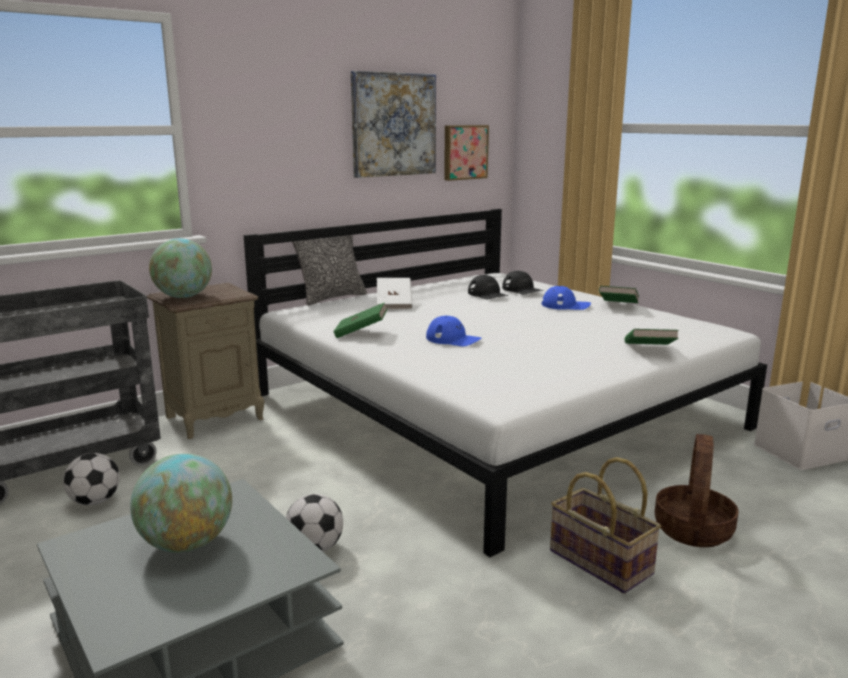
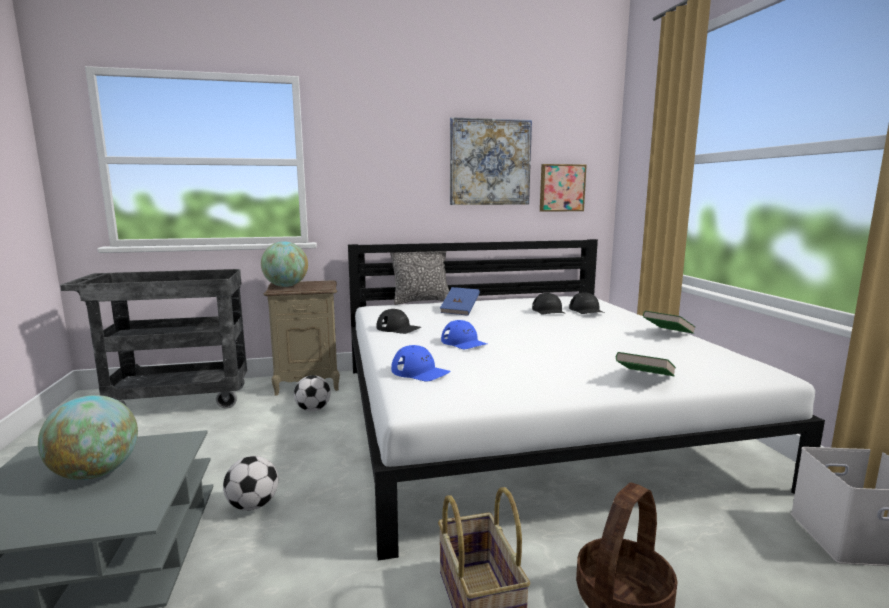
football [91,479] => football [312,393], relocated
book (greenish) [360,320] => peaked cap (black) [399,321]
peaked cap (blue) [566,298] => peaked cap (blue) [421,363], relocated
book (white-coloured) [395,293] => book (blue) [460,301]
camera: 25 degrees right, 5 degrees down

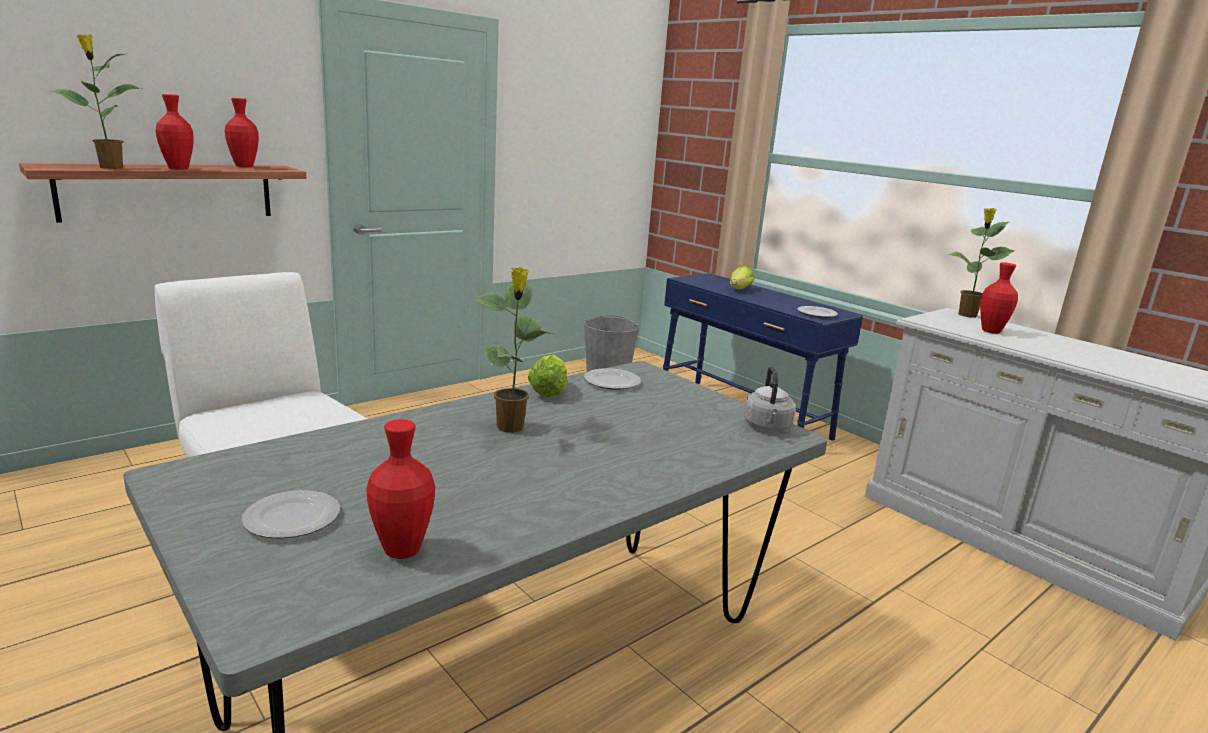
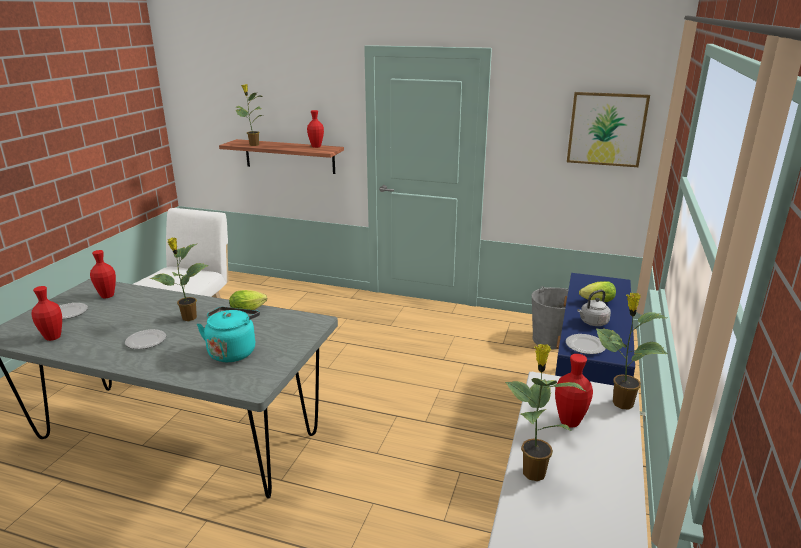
decorative vase (red) [175,132] => decorative vase (red) [103,274], relocated
plate [612,379] => plate [145,339], relocated
nothing => tea kettle (blue-green) [228,334]
nothing => plant in a pot [546,412]
nothing => wall picture [608,129]
tea kettle (gray) [770,399] => tea kettle (gray) [594,308], relocated
camera: 60 degrees right, 5 degrees up

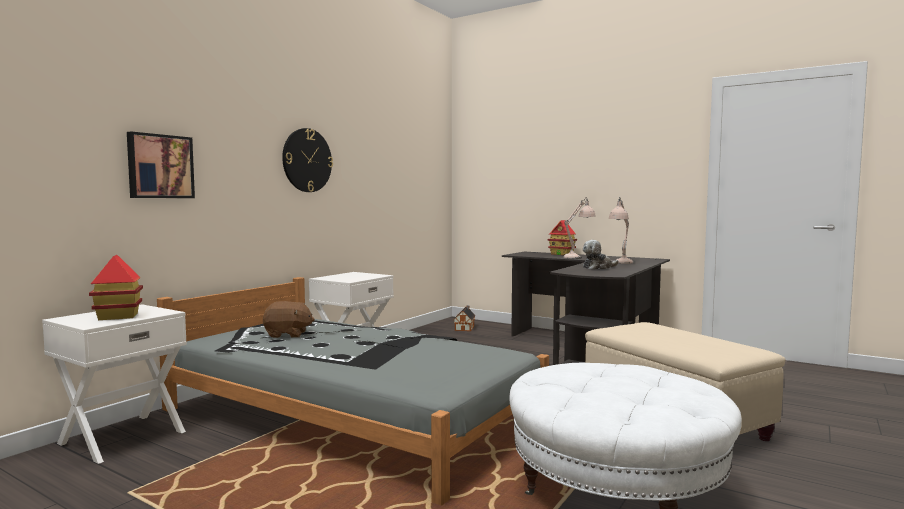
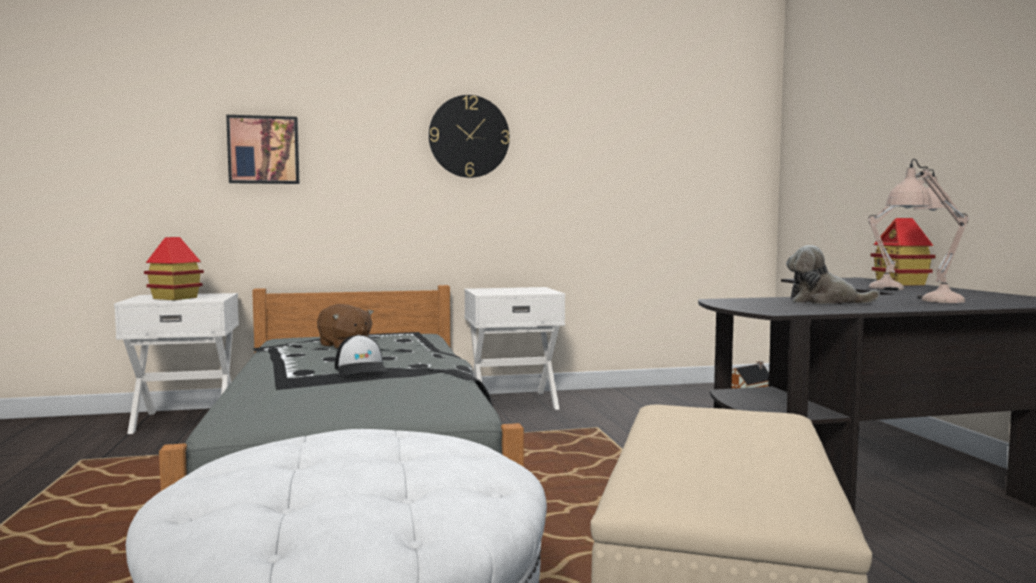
nothing => peaked cap [361,355]
camera: 45 degrees right, 0 degrees up

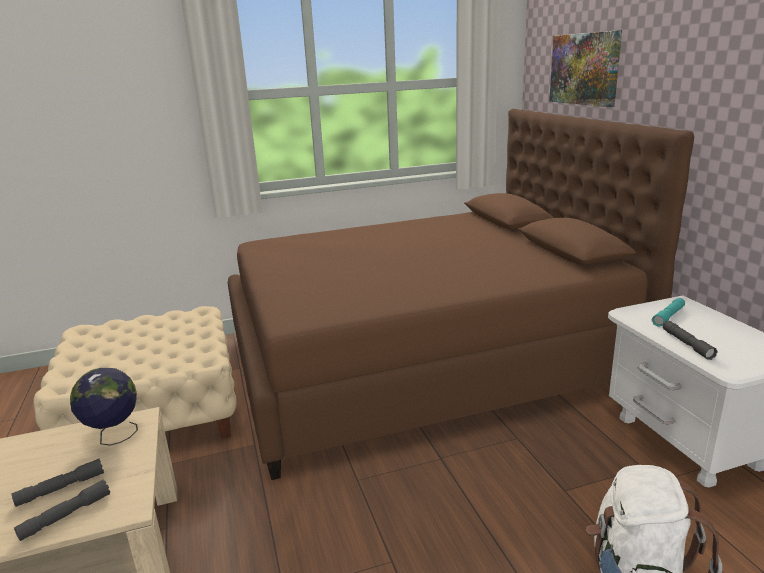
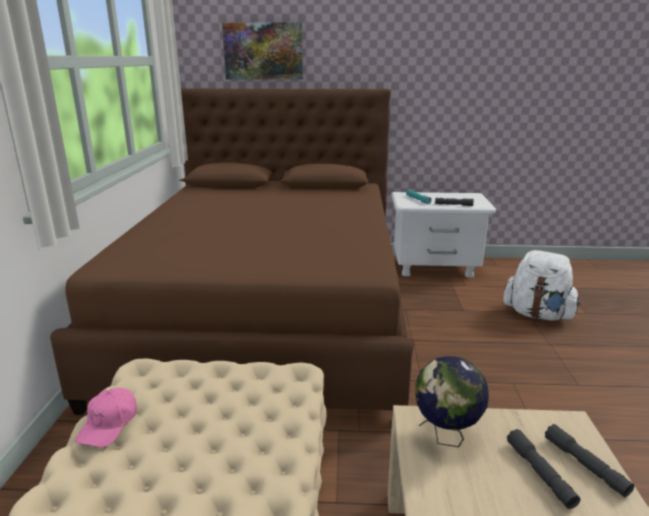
nothing => peaked cap (pinkish) [105,417]
camera: 70 degrees left, 0 degrees up

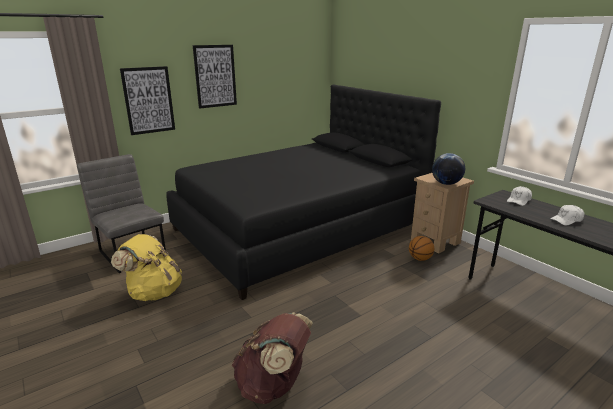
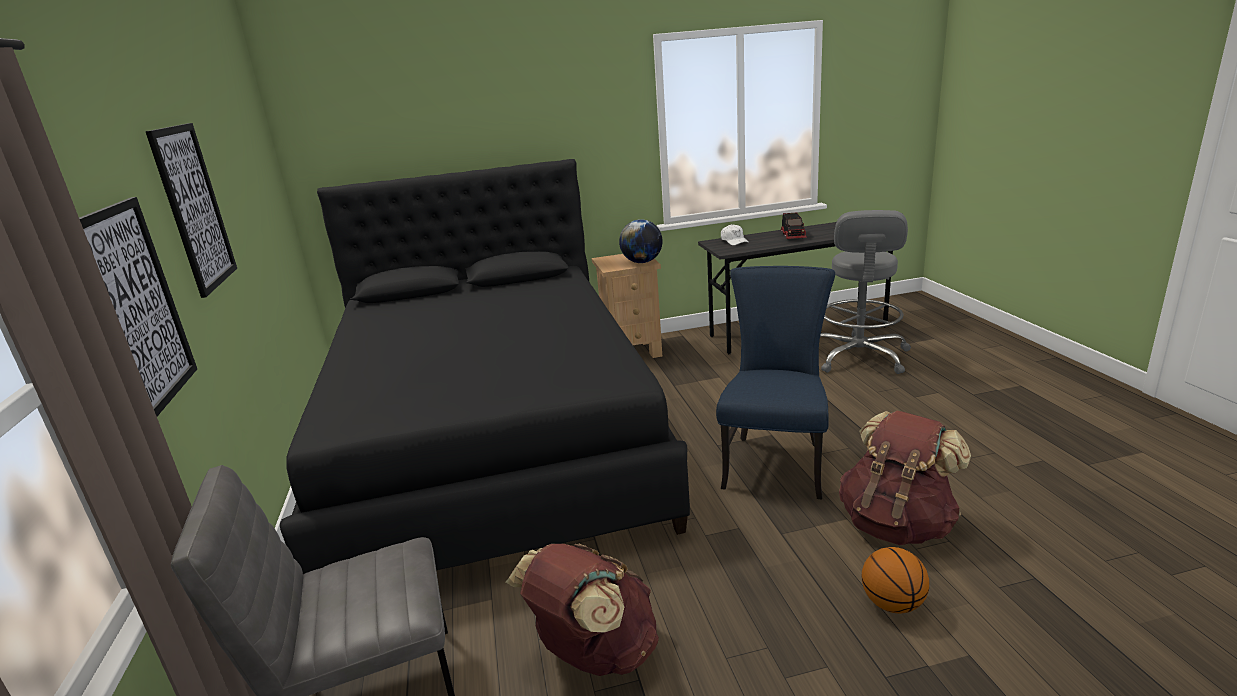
backpack (yellowish) [146,267] => backpack (brown-coloured) [582,610]
nothing => plain chair (blue) [775,382]
peaked cap (white-coloured) [567,215] => toy truck [793,225]
nothing => sitting stool (gray) [865,292]
basketball [421,248] => basketball [895,580], relocated
camera: 65 degrees left, 0 degrees up

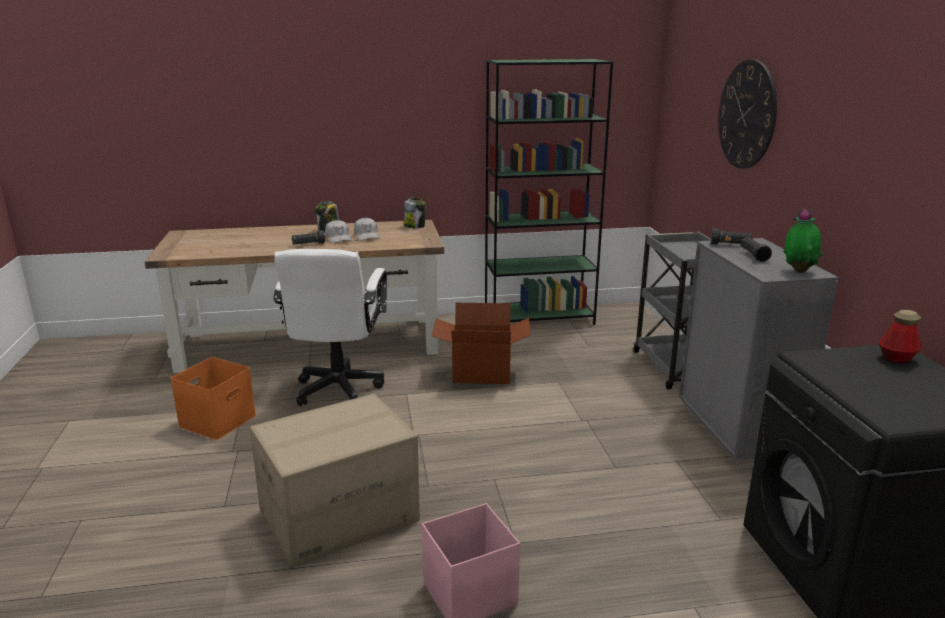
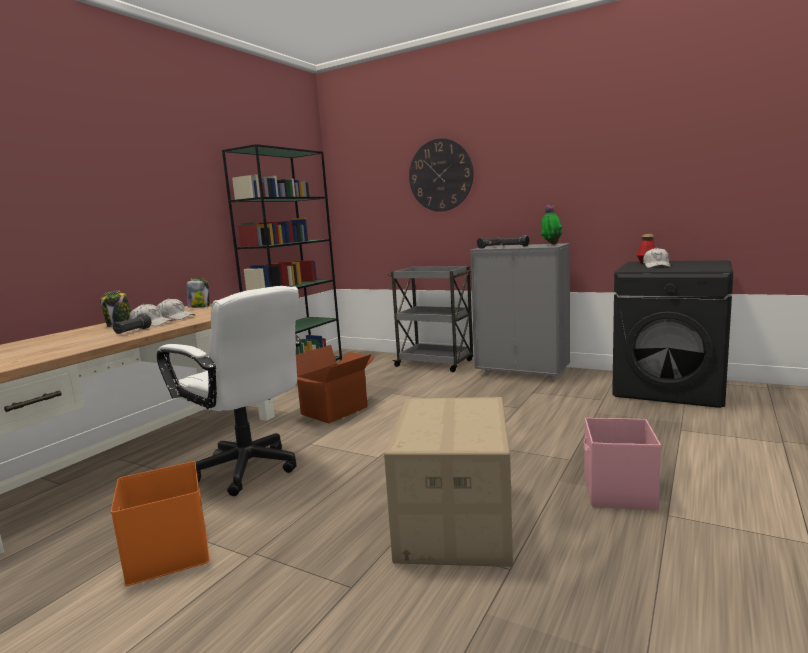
nothing => peaked cap (white-coloured) [657,258]
camera: 50 degrees left, 10 degrees down

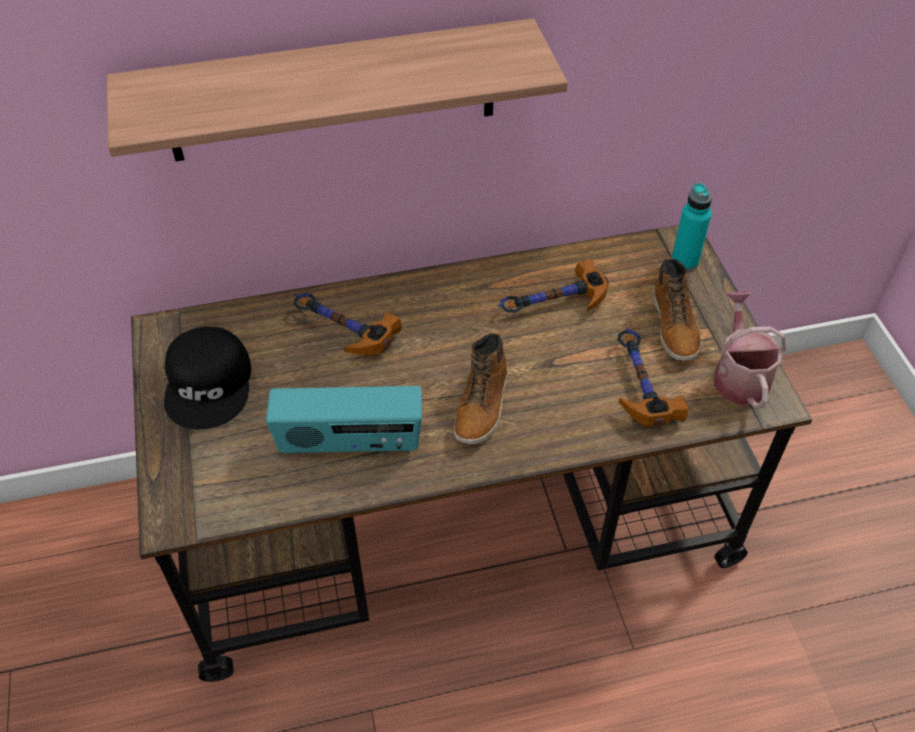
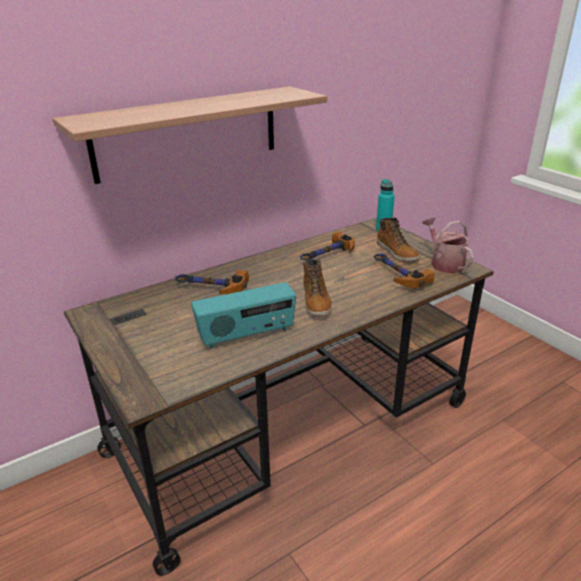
peaked cap (black) [207,378] => nothing
camera: 20 degrees left, 20 degrees down

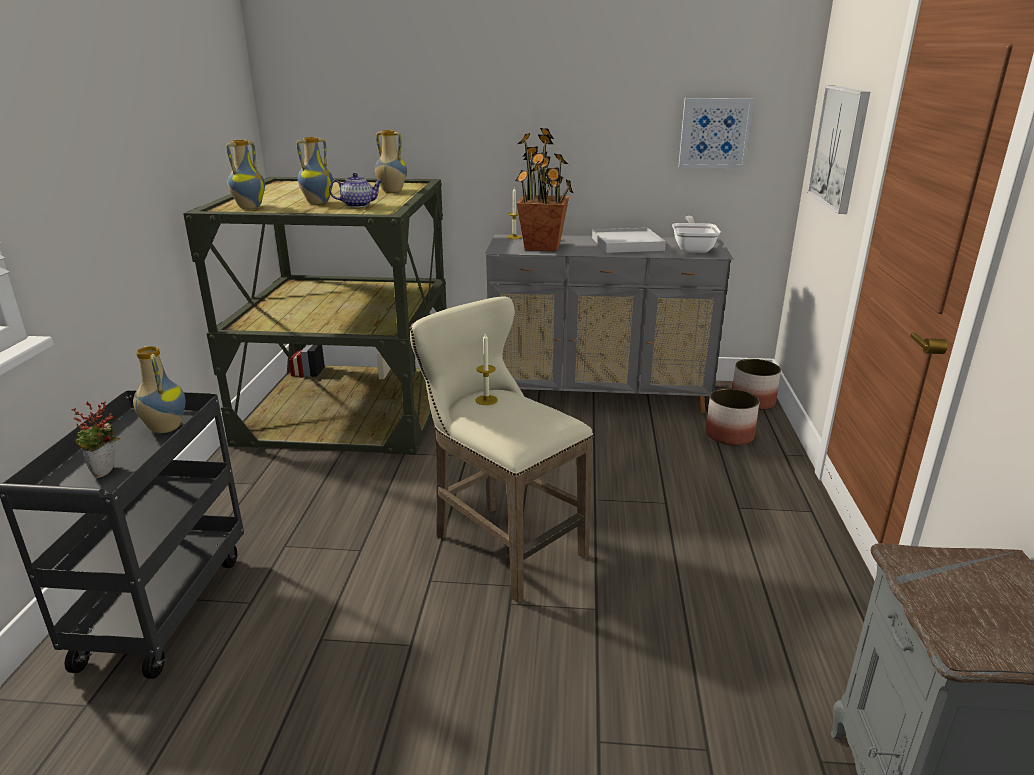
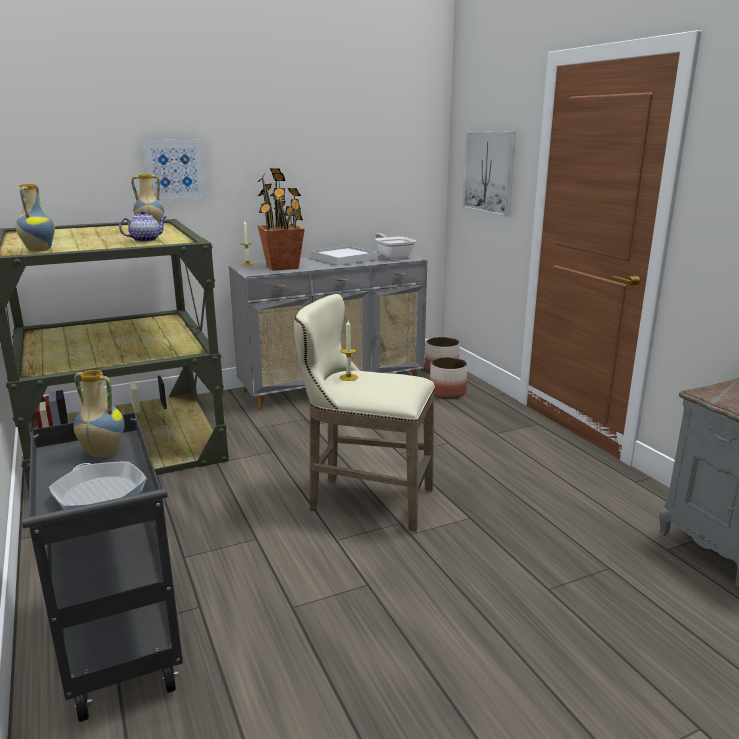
plant in a pot [95,439] => frying pan [98,485]
wall picture [716,133] => wall picture [174,170], relocated
decorative vase [314,170] => nothing
camera: 30 degrees left, 5 degrees down

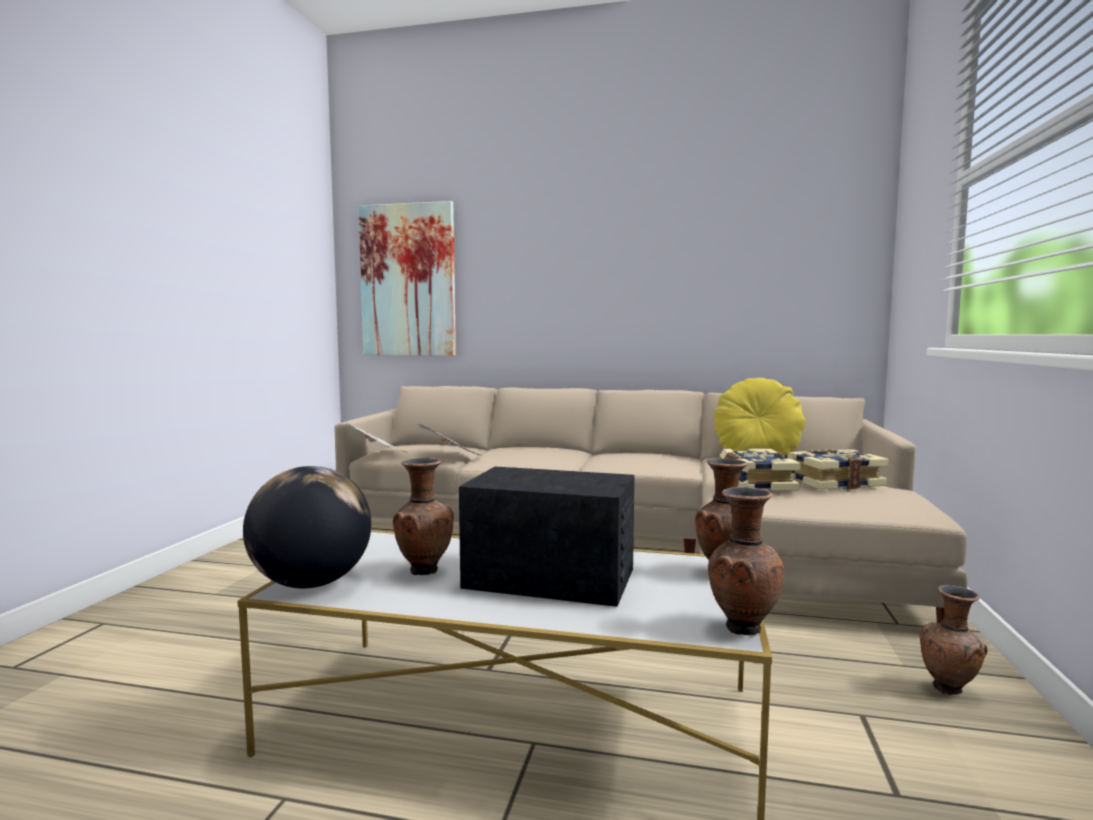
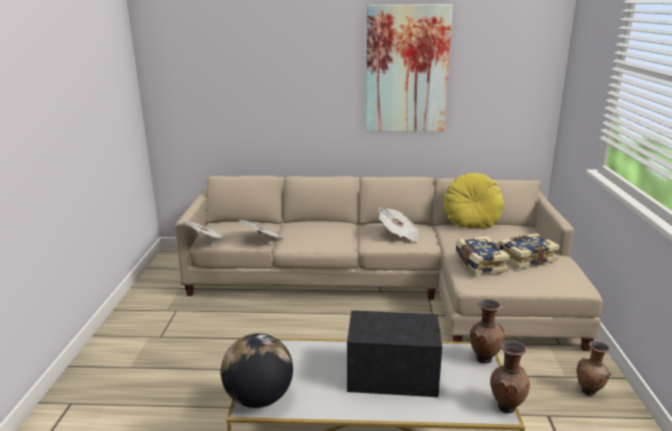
wall picture [407,278] => wall picture [409,68], relocated
nothing => daily paper [398,225]
decorative vase (brown-coloured) [423,516] => nothing
camera: 10 degrees left, 15 degrees up

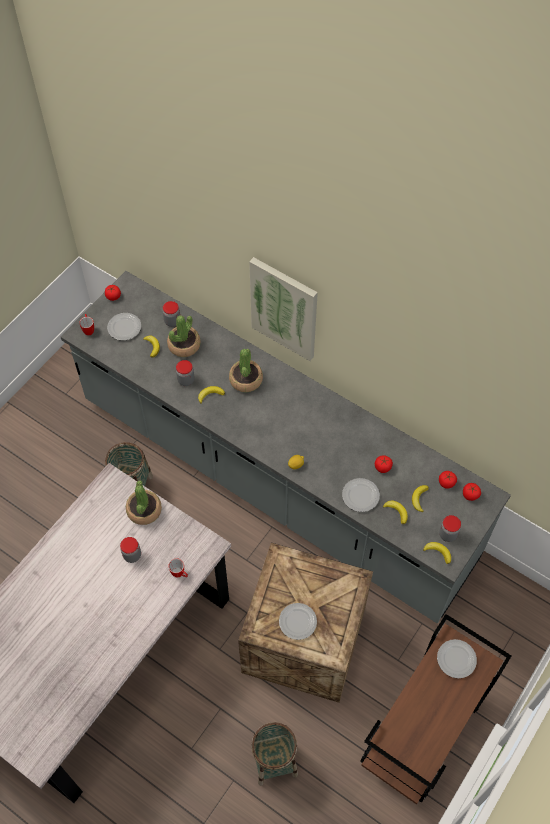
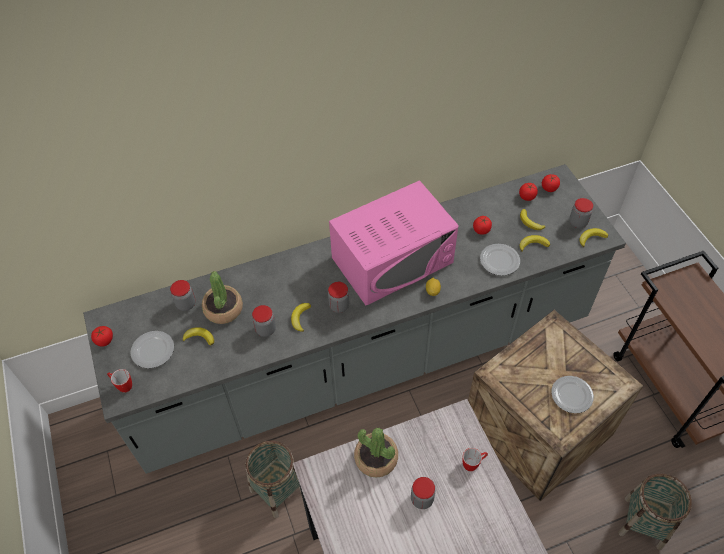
nothing => storage jar [338,297]
nothing => kitchen microwave (pinkish) [394,243]
plant in a pot [246,370] => nothing
wall picture [283,309] => nothing
plate [457,658] => nothing
camera: 55 degrees left, 5 degrees down

